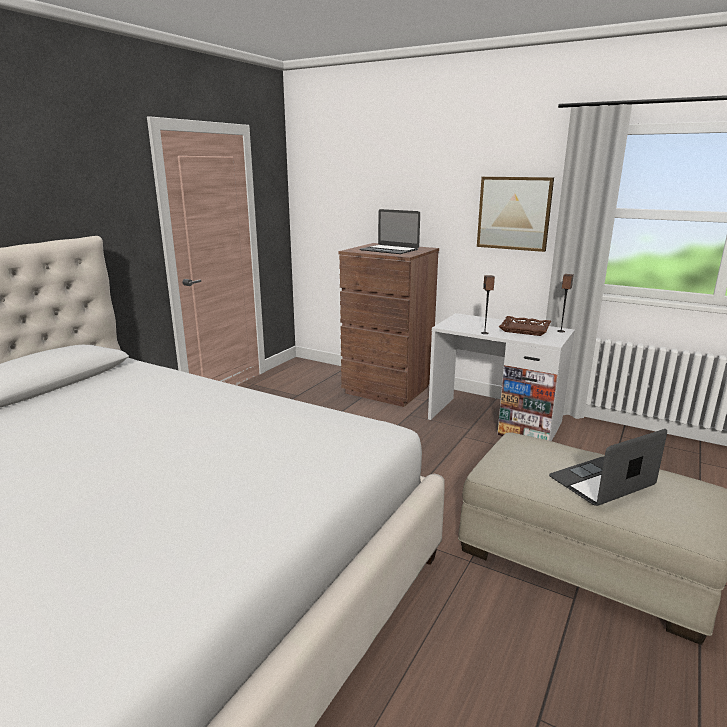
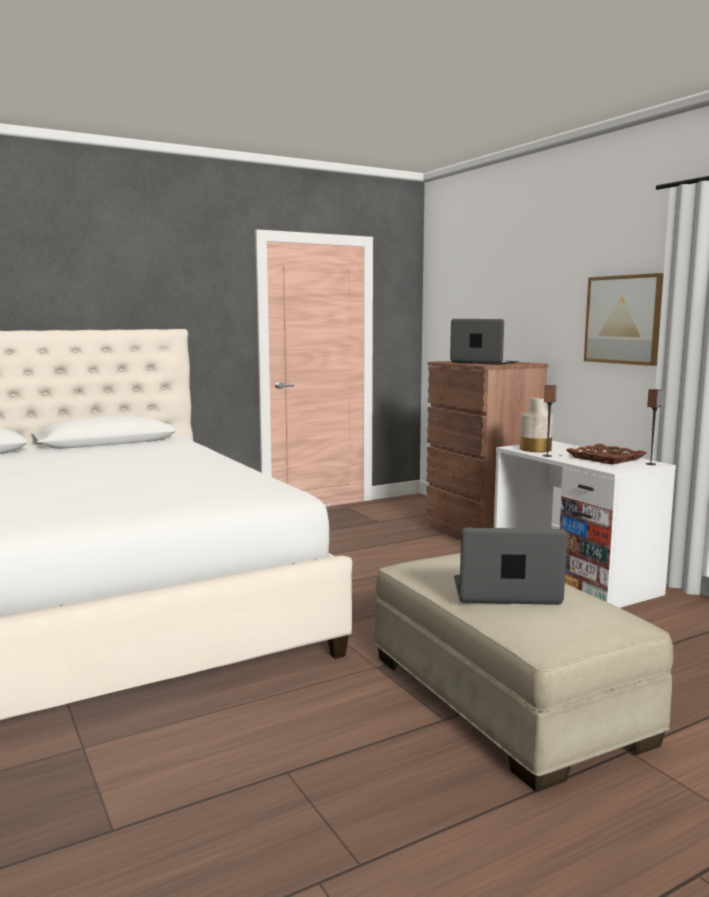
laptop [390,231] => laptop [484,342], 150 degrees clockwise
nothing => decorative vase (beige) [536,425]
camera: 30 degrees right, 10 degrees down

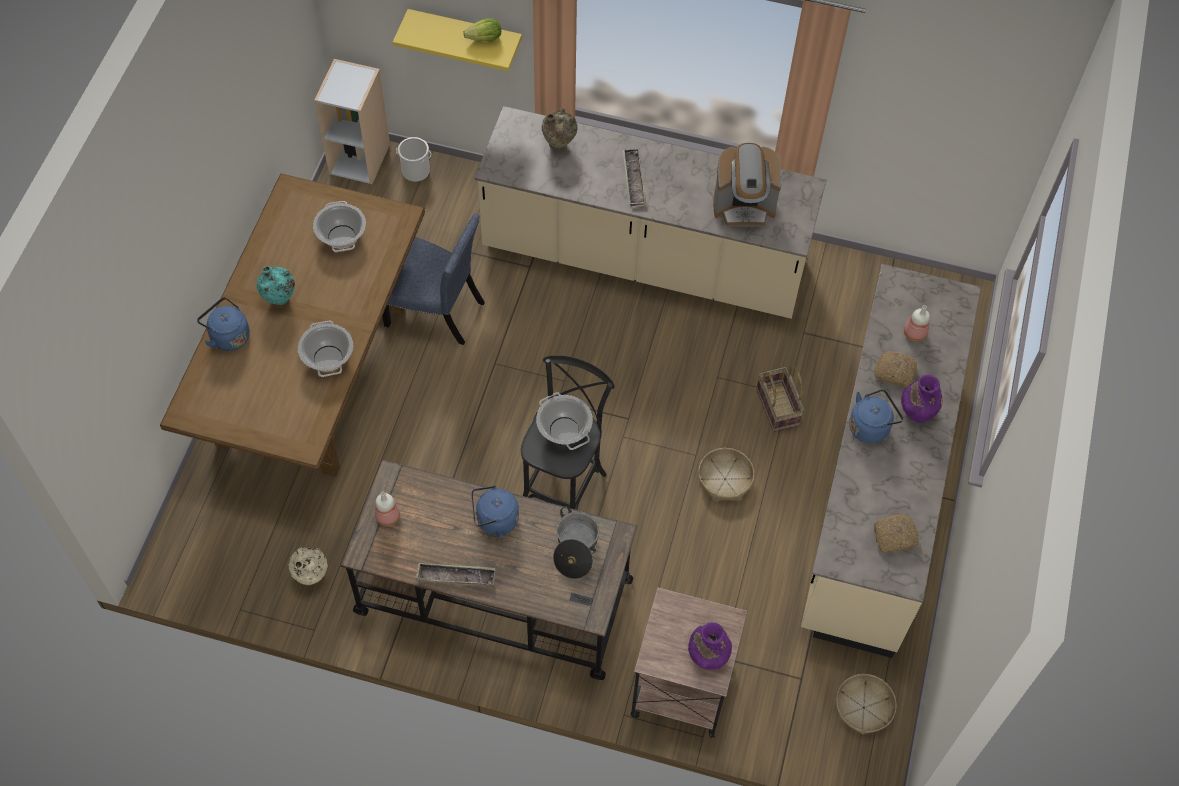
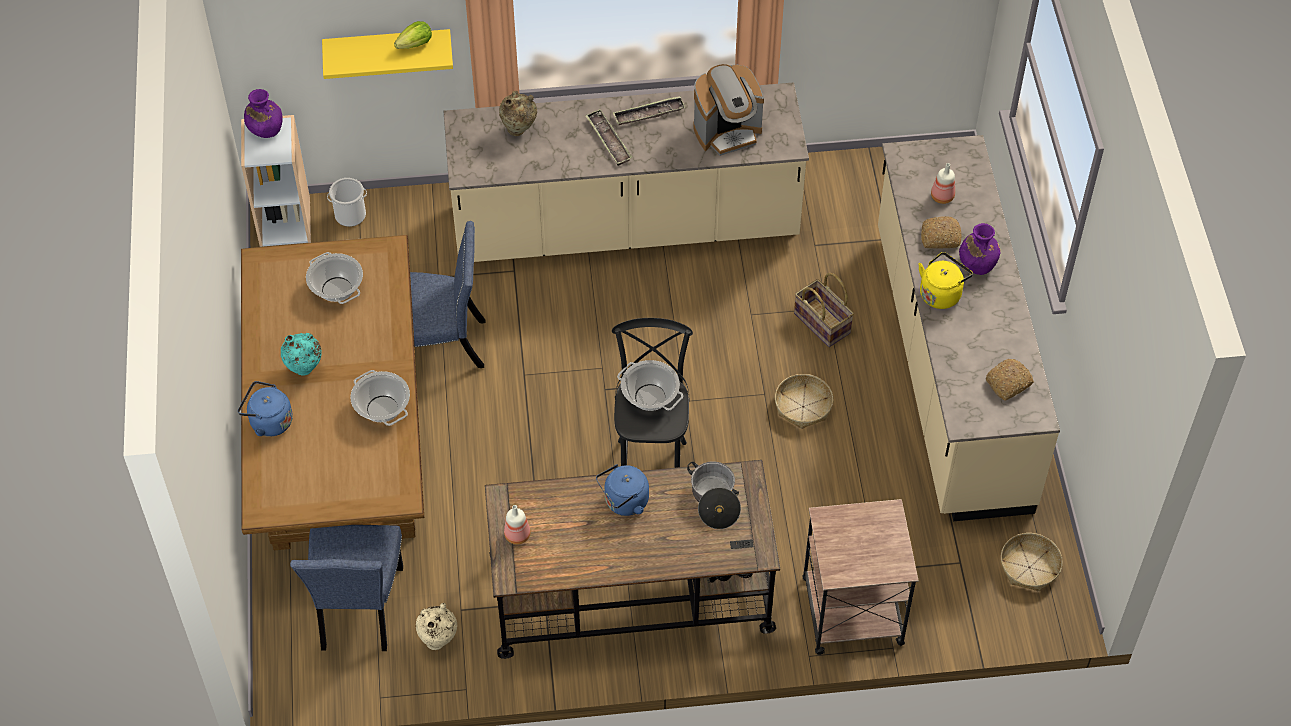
decorative vase (purple-coloured) [710,646] => decorative vase (purple-coloured) [263,113], relocated
nothing => plain chair (blue) [346,588]
serving tray [456,574] => serving tray [649,110], relocated
tea kettle (blue) [876,416] => tea kettle (yellowish) [945,280]
camera: 20 degrees left, 5 degrees down

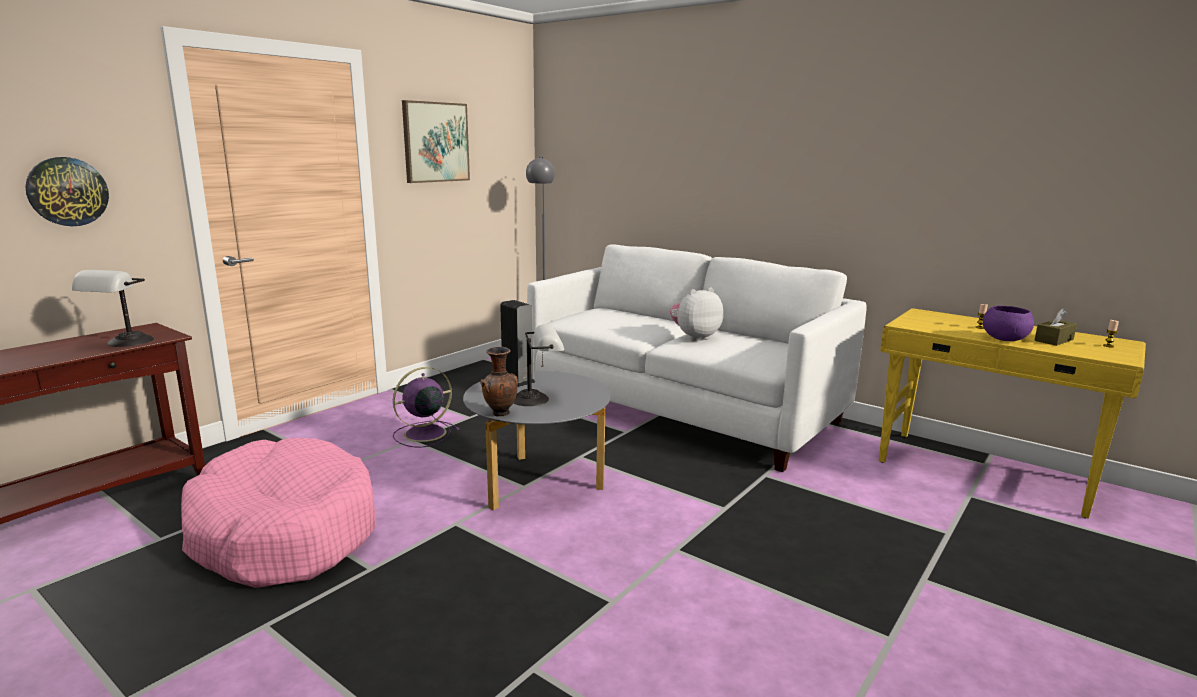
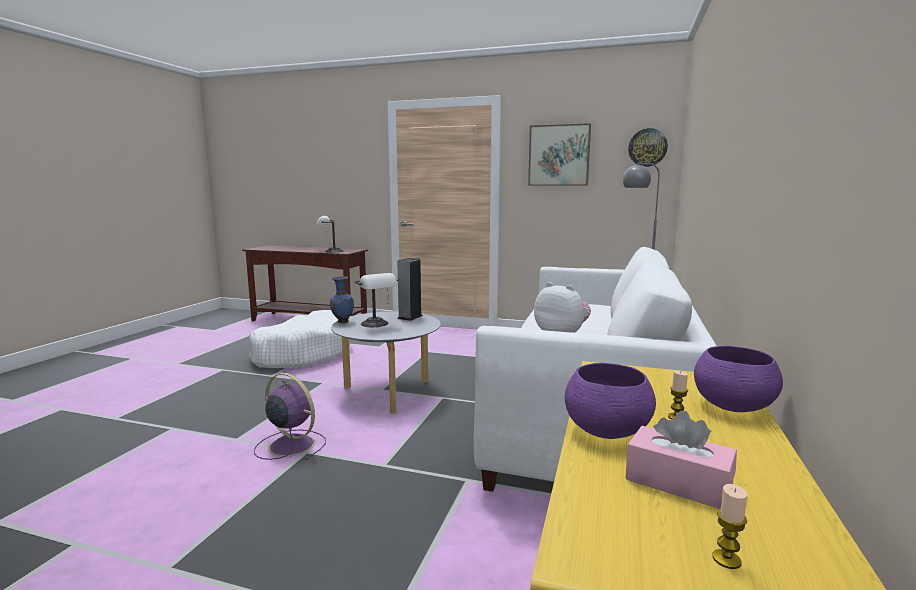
dog bed (pinkish) [278,513] => dog bed (white-coloured) [300,339]
cooling fan (purple-coloured) [426,407] => cooling fan (purple-coloured) [290,416], relocated
decorative vase (brown-coloured) [499,382] => decorative vase (blue) [342,299]
tissue box (brown-coloured) [1055,327] => tissue box (pinkish) [681,460]
clock on the wall [67,191] => clock on the wall [648,147], relocated
nothing => bowl (purple-coloured) [738,379]
camera: 70 degrees right, 5 degrees down

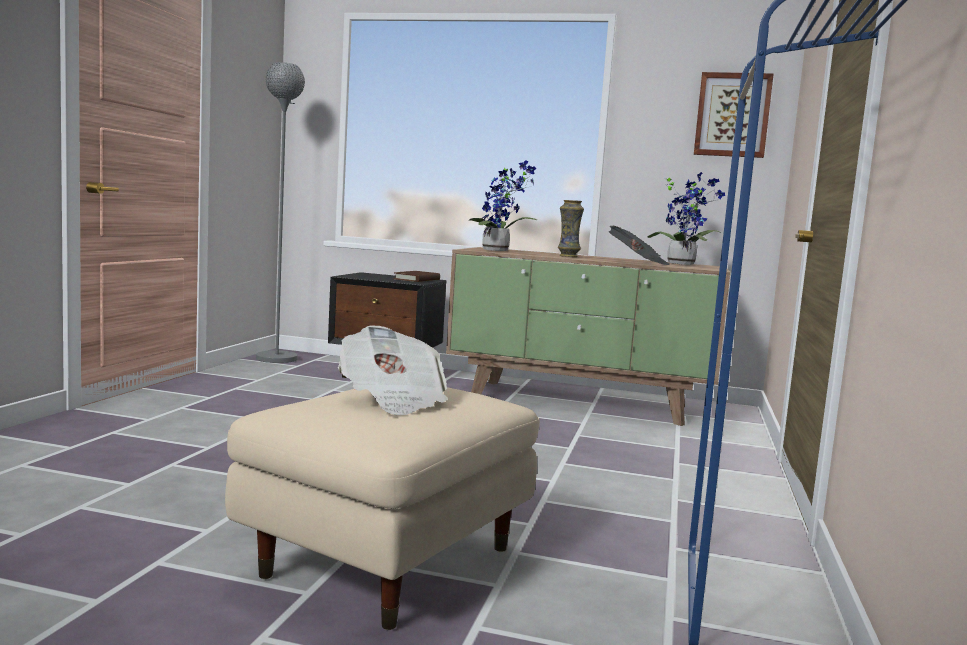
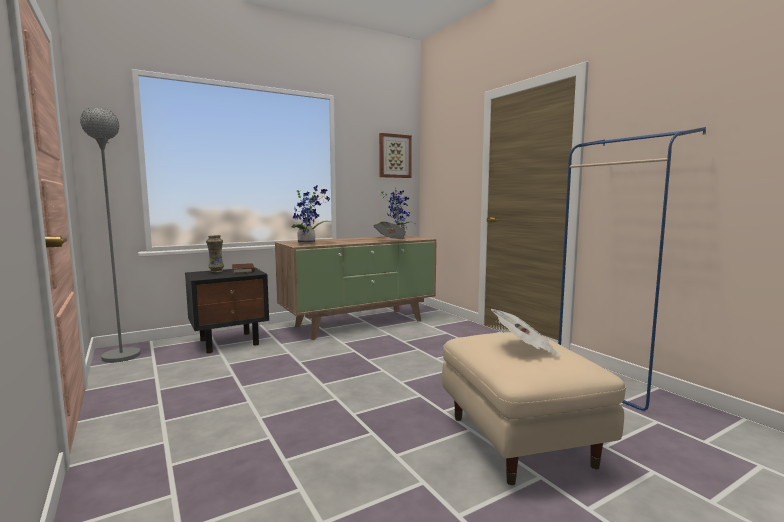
decorative vase [571,228] => decorative vase [215,254], relocated
camera: 45 degrees left, 0 degrees up

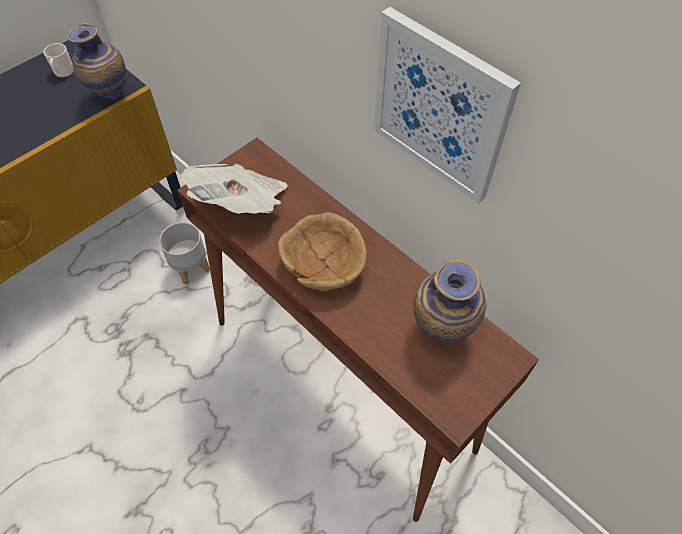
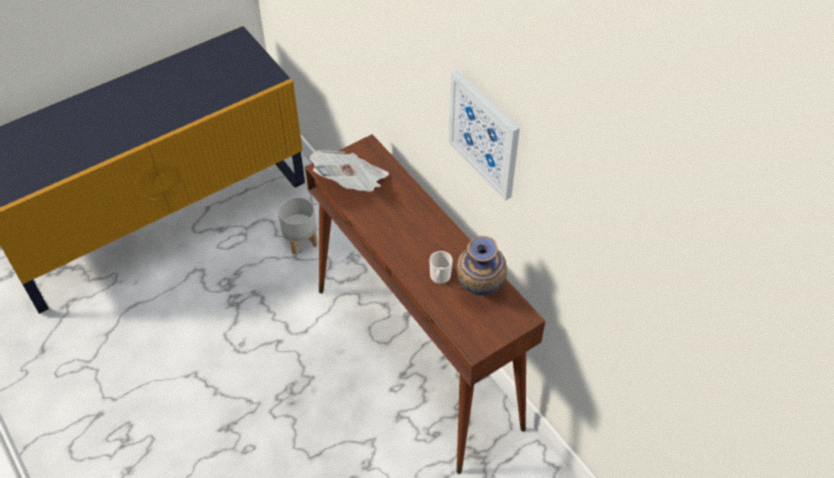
tea mug [58,60] => tea mug [441,267], relocated
decorative vase [96,61] => nothing
bowl (brown-coloured) [322,252] => nothing
camera: 10 degrees right, 5 degrees down

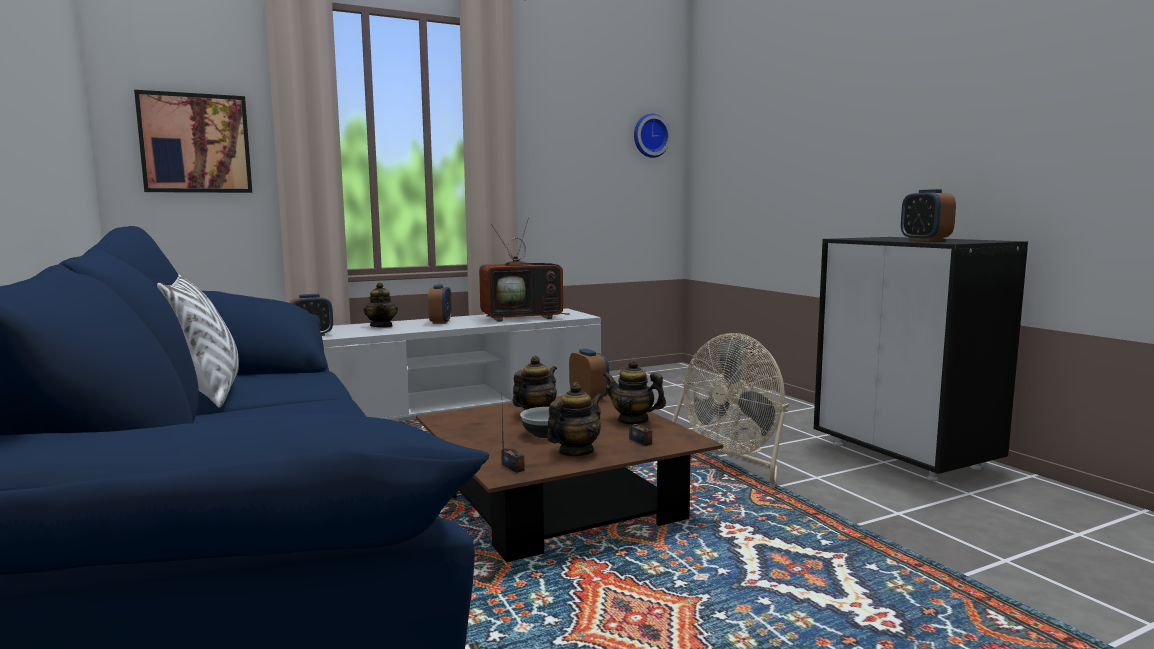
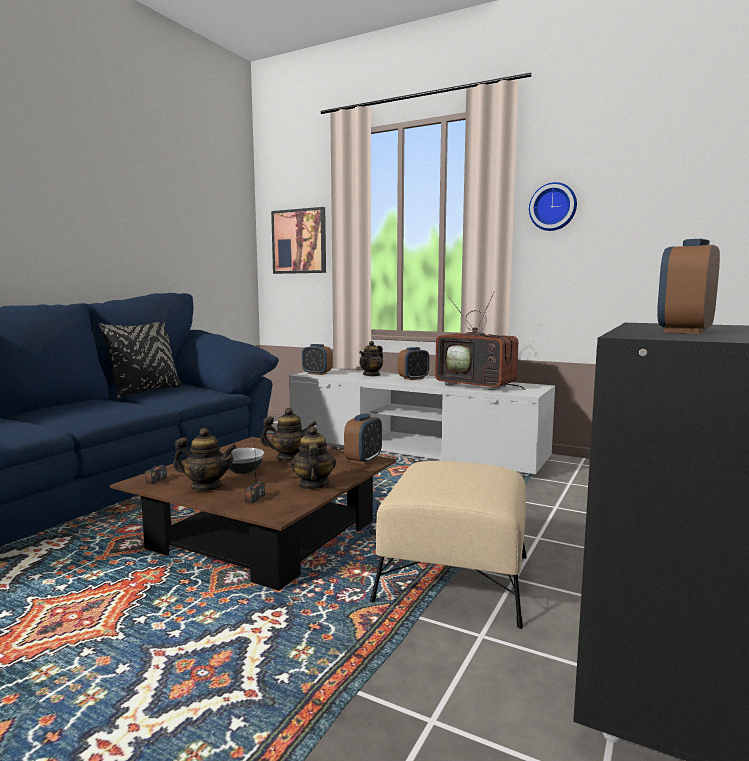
pillow (white-coloured) [198,340] => pillow (black) [140,359]
cooling fan (beige) [730,410] => footrest (beige) [448,545]
clock on the wall [652,136] => clock on the wall [553,206], relocated
camera: 55 degrees right, 0 degrees up

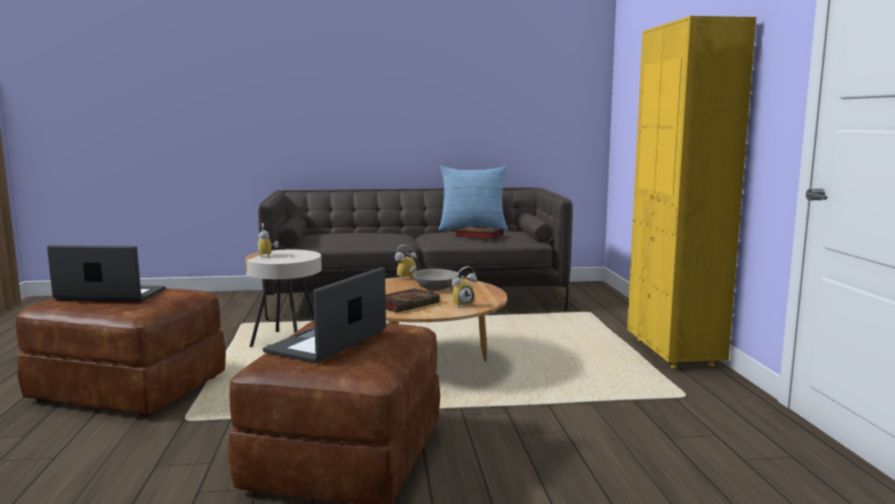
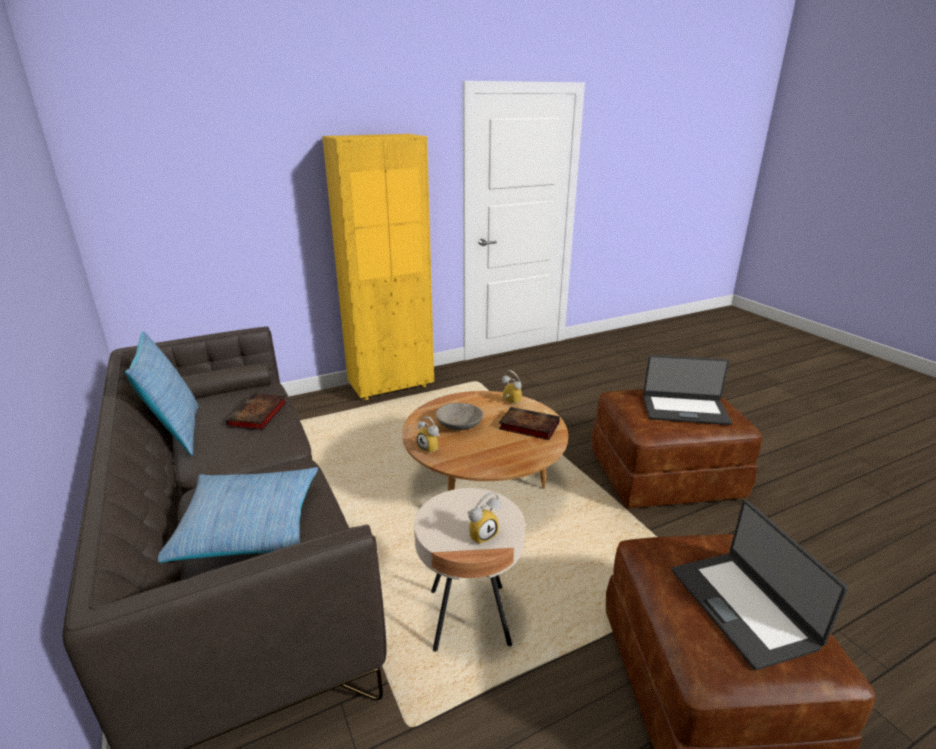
nothing => pillow [238,515]
camera: 110 degrees left, 15 degrees up

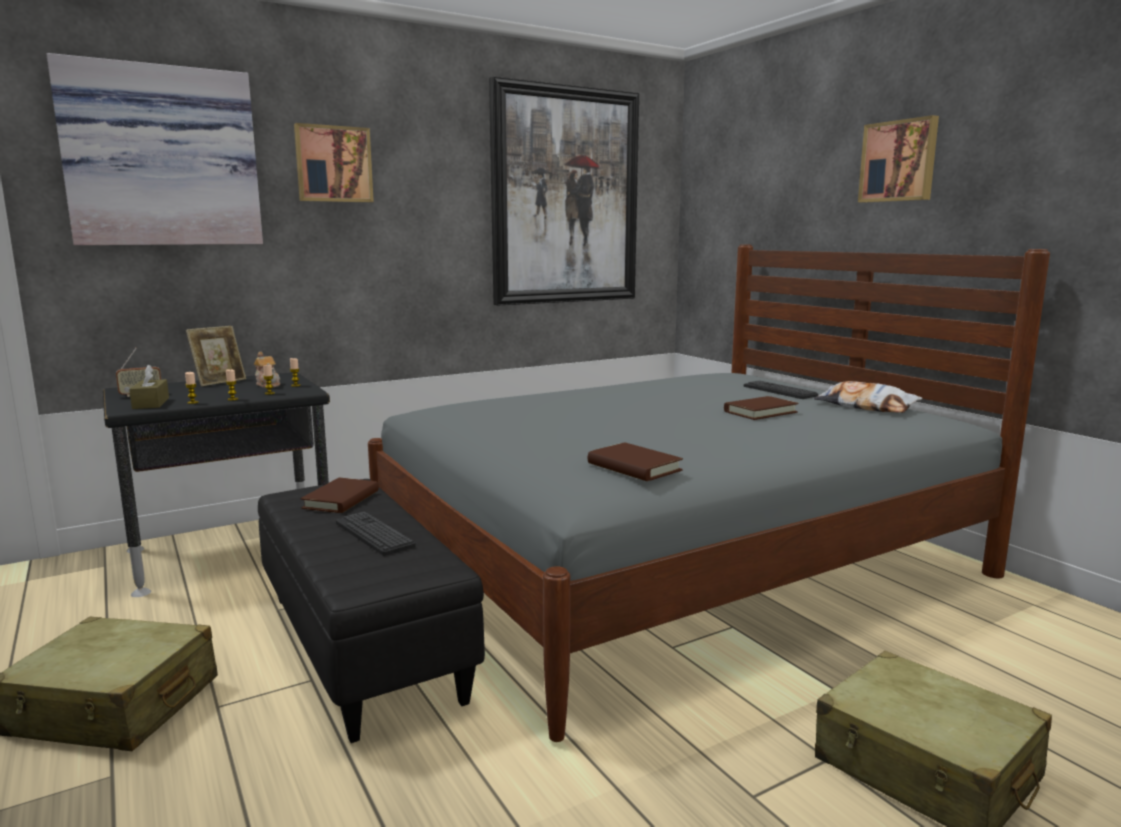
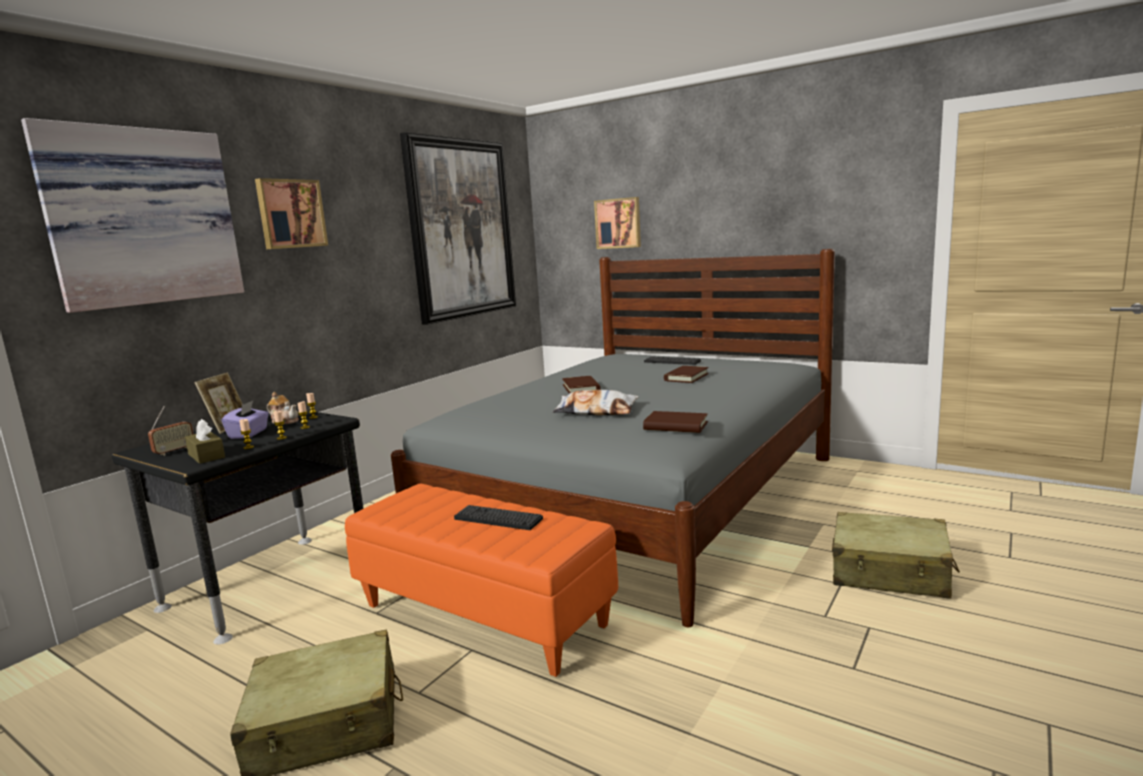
nothing => tissue box (purple-coloured) [245,420]
footrest (black) [371,611] => footrest (orangey) [481,580]
pillow [868,397] => pillow [595,402], relocated
book (brown-coloured) [339,495] => book (brown-coloured) [581,385], relocated
wall picture [898,158] => wall picture [617,223], relocated
camera: 25 degrees left, 0 degrees up

